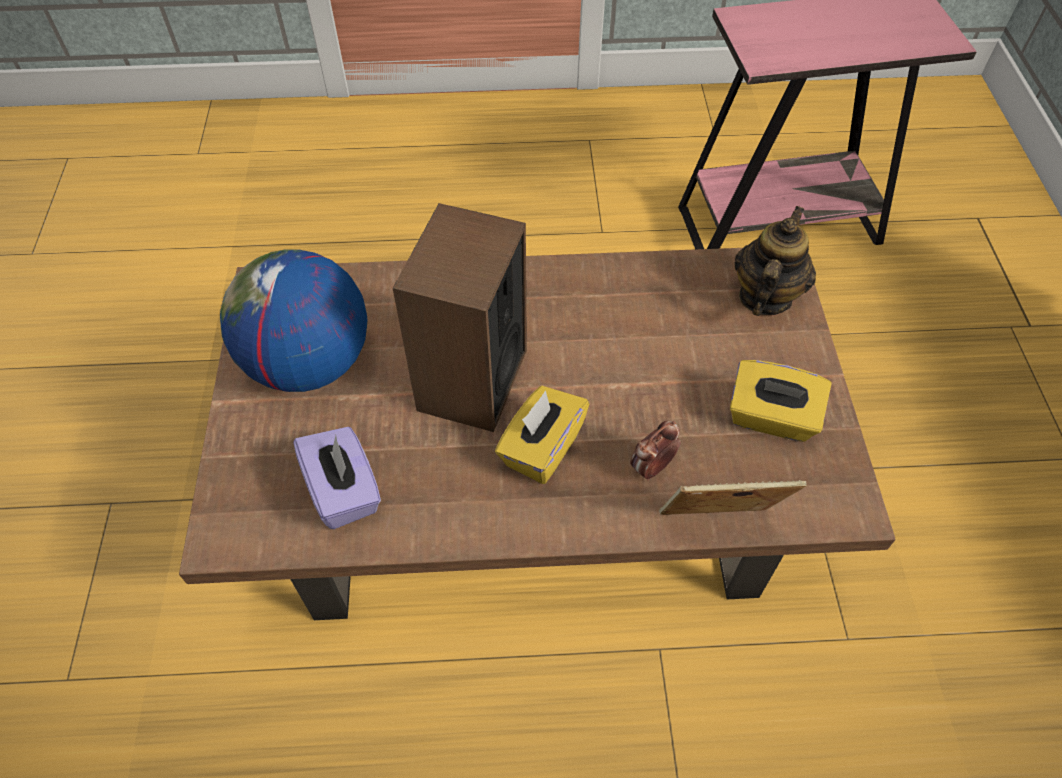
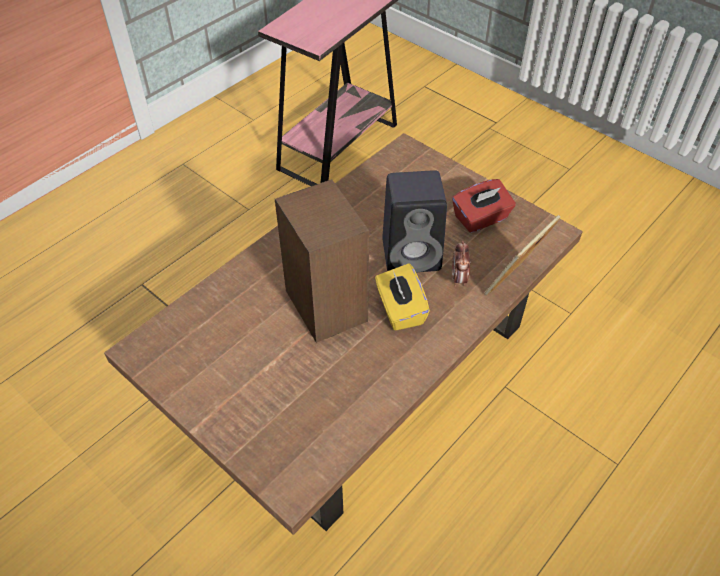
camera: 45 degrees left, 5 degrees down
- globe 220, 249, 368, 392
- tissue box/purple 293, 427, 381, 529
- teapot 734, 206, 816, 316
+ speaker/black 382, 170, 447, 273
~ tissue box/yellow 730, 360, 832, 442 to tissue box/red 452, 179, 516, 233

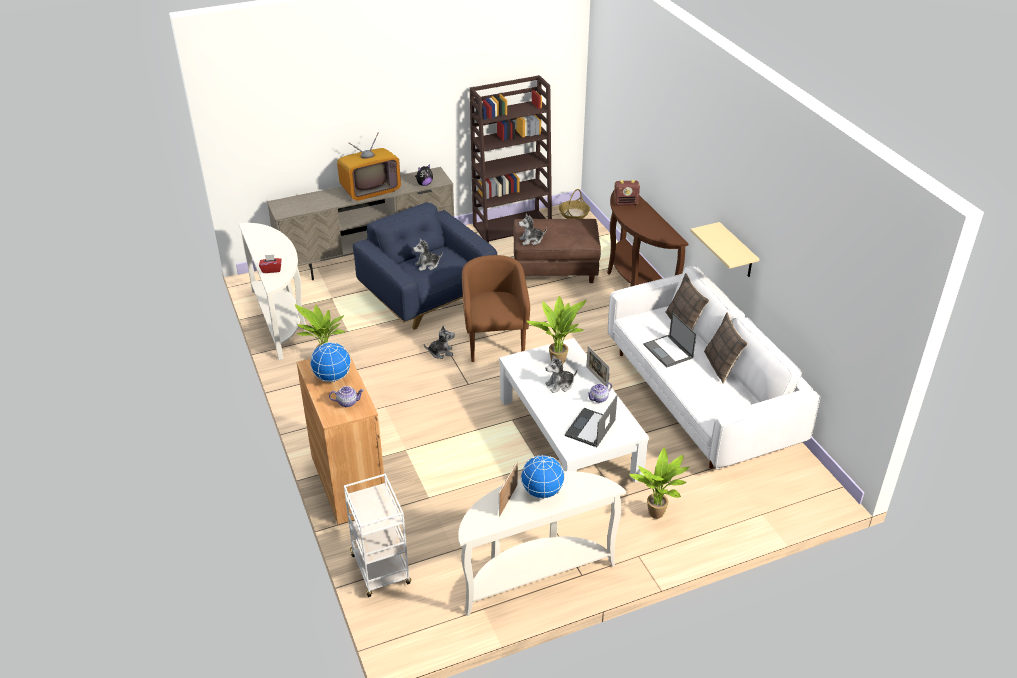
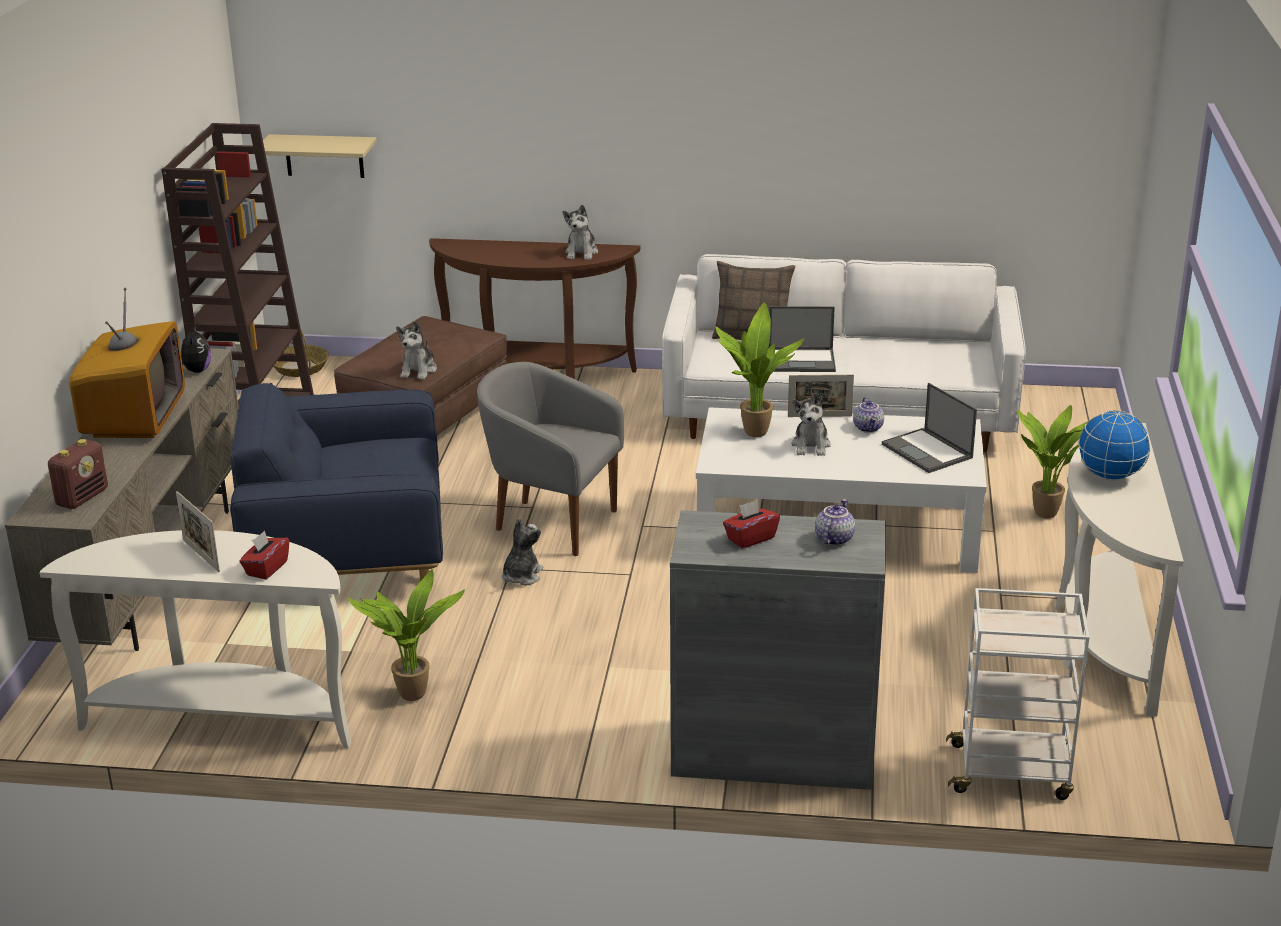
camera: 60 degrees left, 10 degrees down
- pillow 704, 312, 748, 384
~ plush toy 413, 238, 443, 271 to 562, 204, 598, 260
~ picture frame 499, 461, 518, 517 to 176, 491, 220, 572
~ radio 614, 180, 640, 205 to 48, 439, 108, 509
~ shelf/beige 690, 222, 759, 277 to 254, 134, 377, 178
~ globe 310, 342, 351, 382 to tissue box/red 723, 500, 780, 548
~ cabinet/brown 297, 350, 385, 524 to cabinet/grey 670, 510, 886, 790
~ armchair/brown 462, 255, 530, 362 to armchair/grey 477, 362, 624, 556

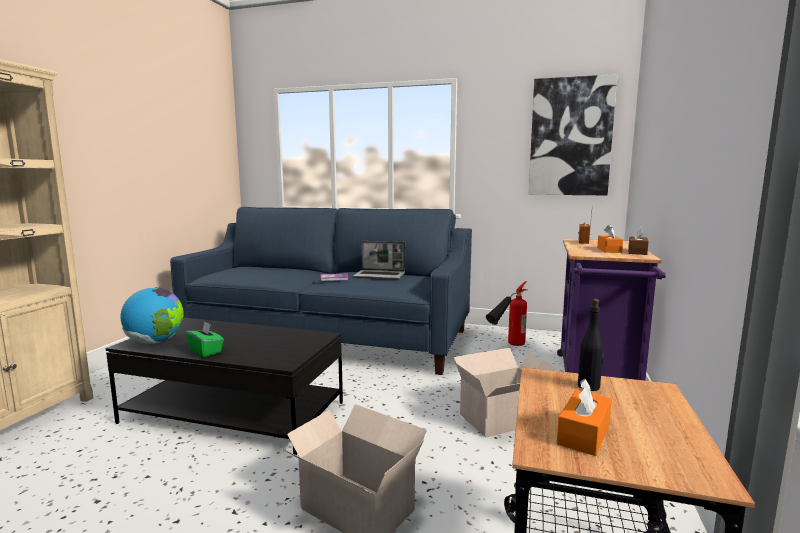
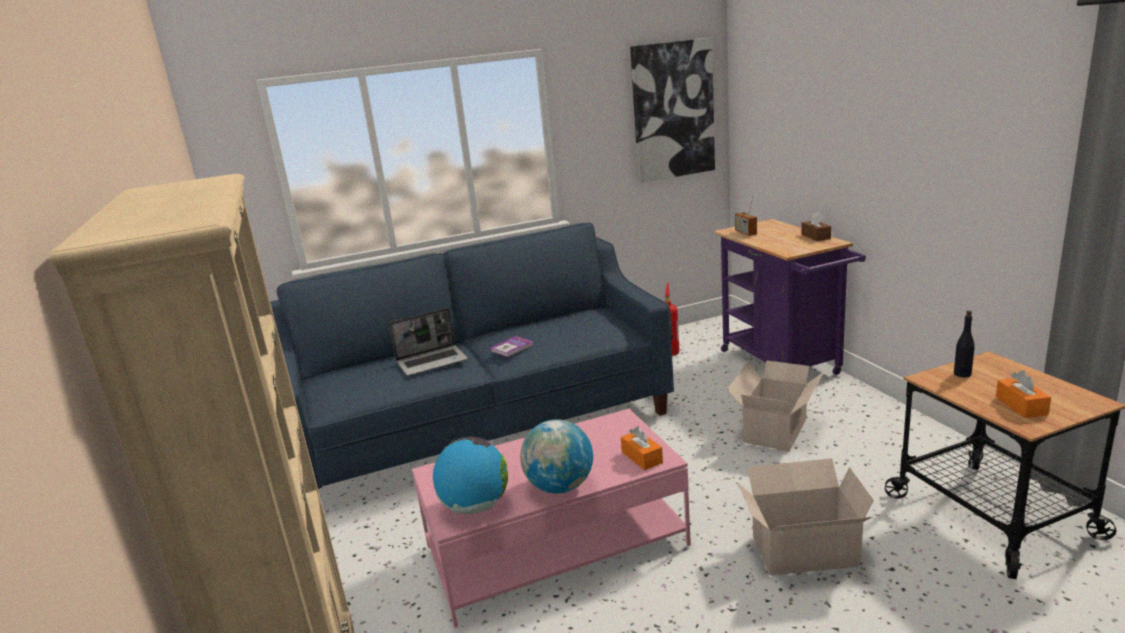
camera: 35 degrees left, 10 degrees up
~ laptop 353, 241, 405, 279 to 389, 308, 468, 376
~ tissue box/orange 597, 225, 623, 253 to 621, 426, 663, 470
~ tissue box/green 185, 322, 224, 357 to globe 520, 419, 593, 494
~ coffee table/black 106, 318, 343, 455 to coffee table/pink 412, 409, 691, 628

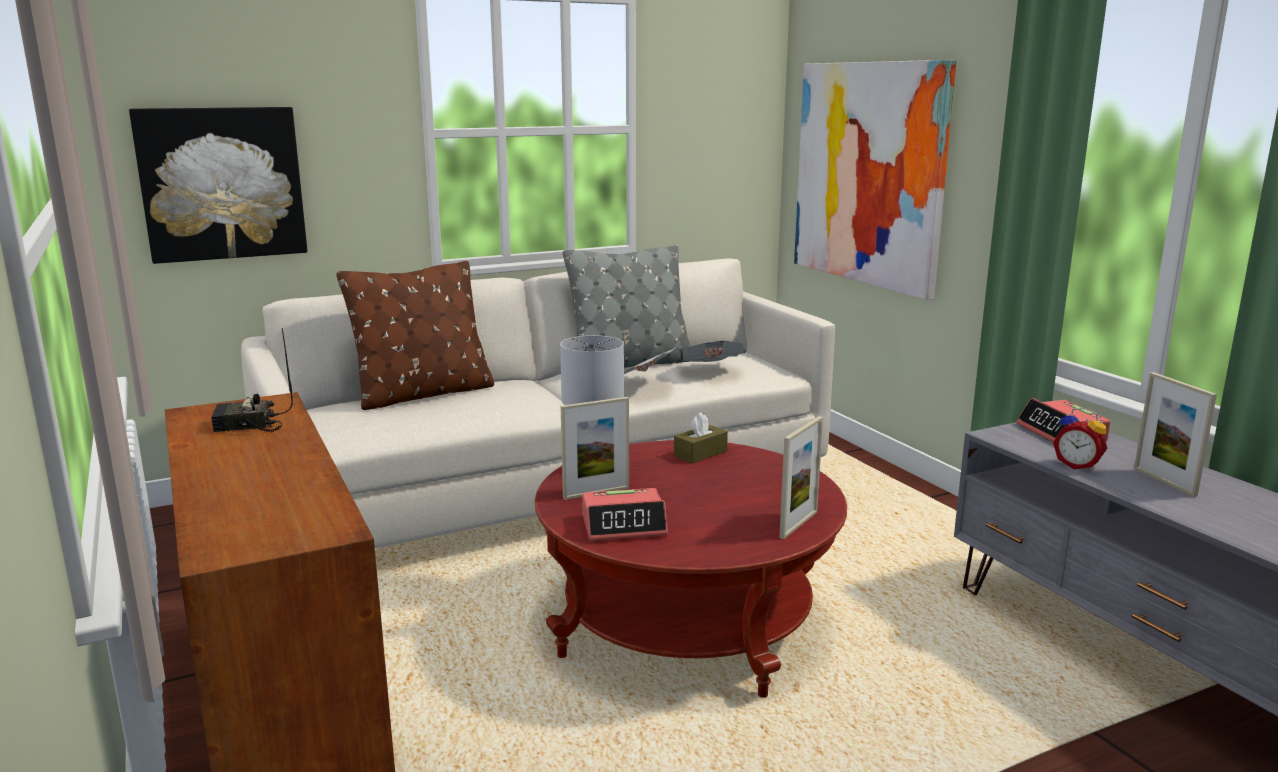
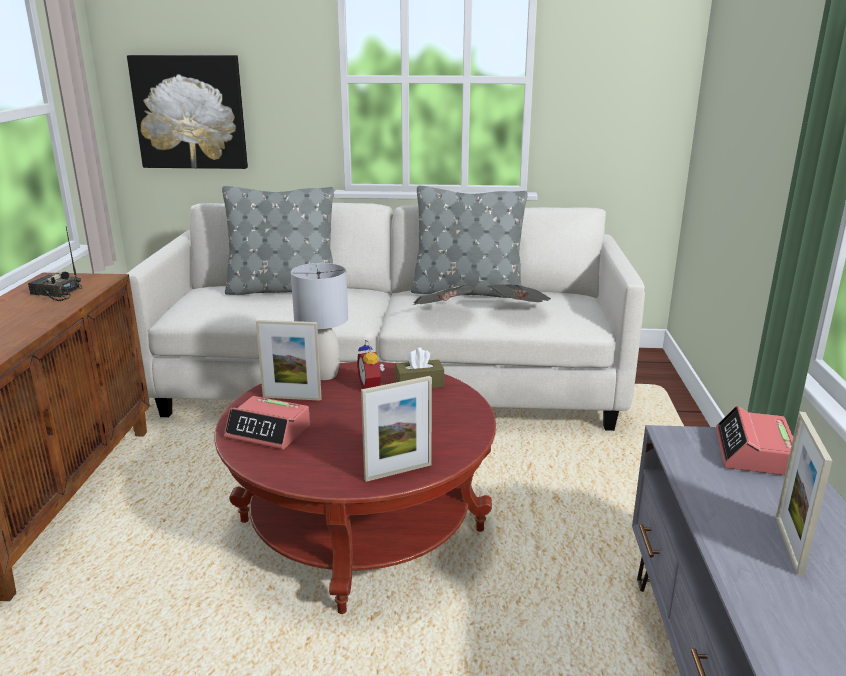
camera: 30 degrees right, 5 degrees up
- picture 794, 60, 957, 300
~ alarm clock 1053, 408, 1107, 471 to 357, 340, 385, 388
~ pillow/brown 337, 261, 494, 410 to pillow/grey 222, 186, 334, 295

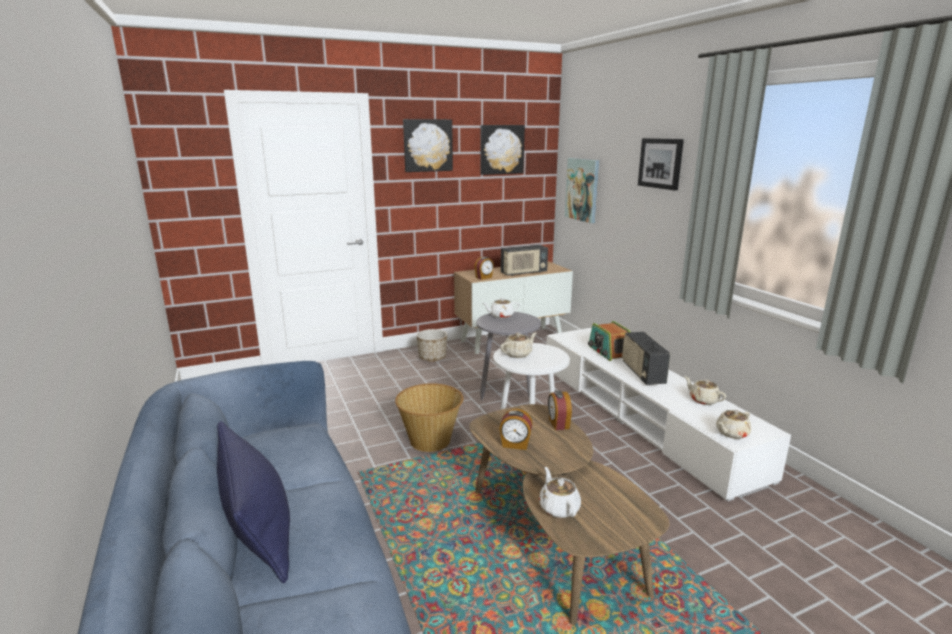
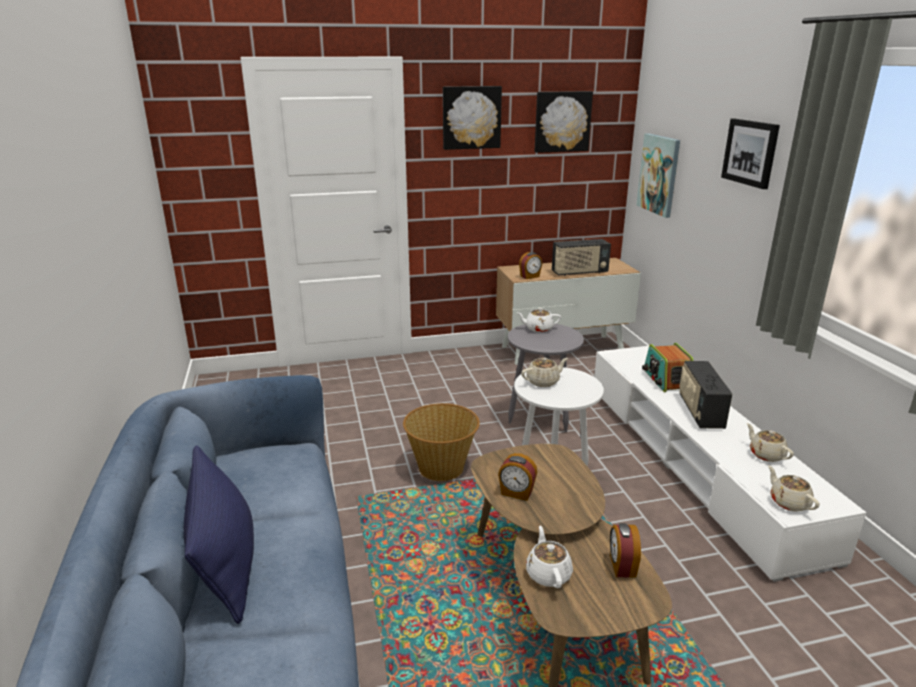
camera: 10 degrees right, 5 degrees up
- planter 417, 329, 447, 362
~ alarm clock 548, 390, 572, 430 to 610, 523, 641, 578
~ teapot/beige 716, 410, 751, 439 = 768, 465, 820, 512 90 degrees clockwise

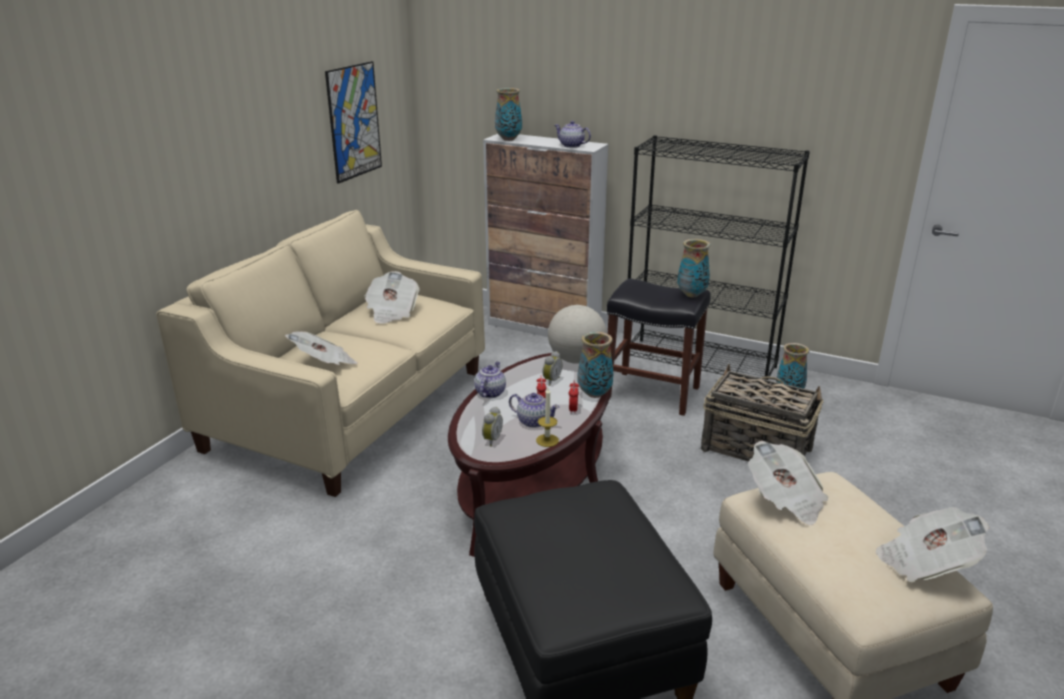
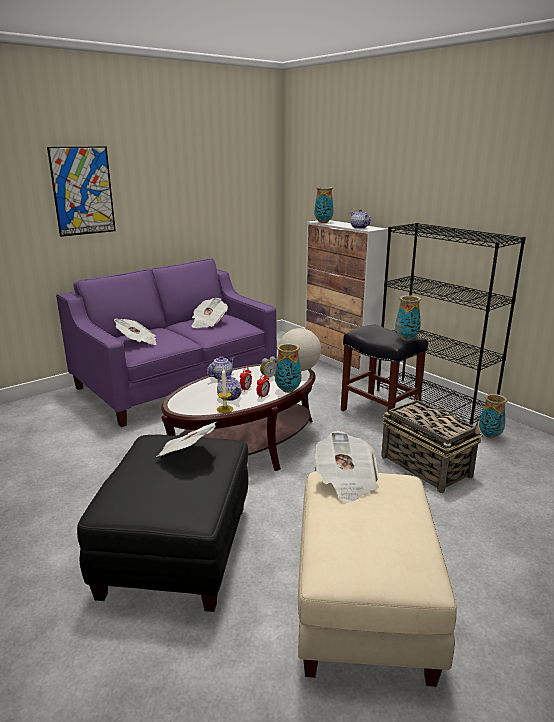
camera: 25 degrees right, 5 degrees down
- alarm clock 482, 407, 503, 446
~ picture 325, 61, 382, 184 to 47, 146, 116, 237
~ newspaper 876, 507, 990, 582 to 156, 422, 216, 457
~ sofa/beige 156, 210, 485, 497 to sofa/purple 56, 258, 277, 427

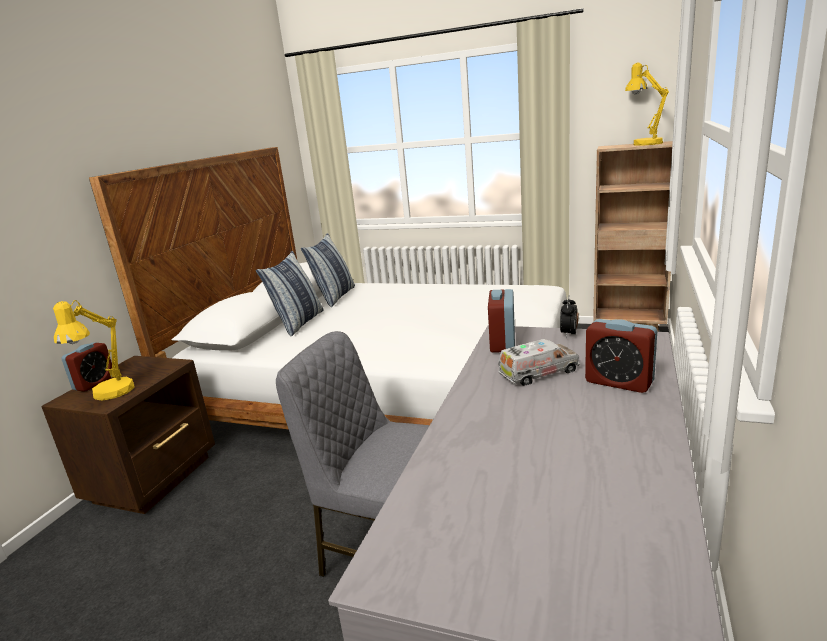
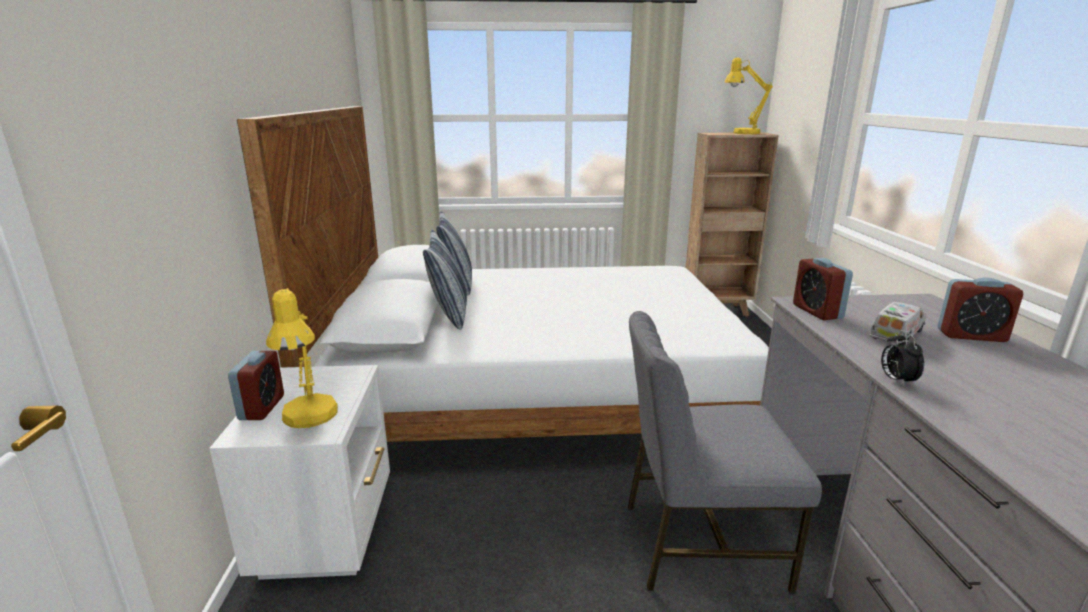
camera: 25 degrees left, 0 degrees up
~ alarm clock 560, 295, 577, 338 to 881, 330, 924, 387
~ nightstand/brown 41, 356, 215, 514 to nightstand/white 209, 365, 390, 580

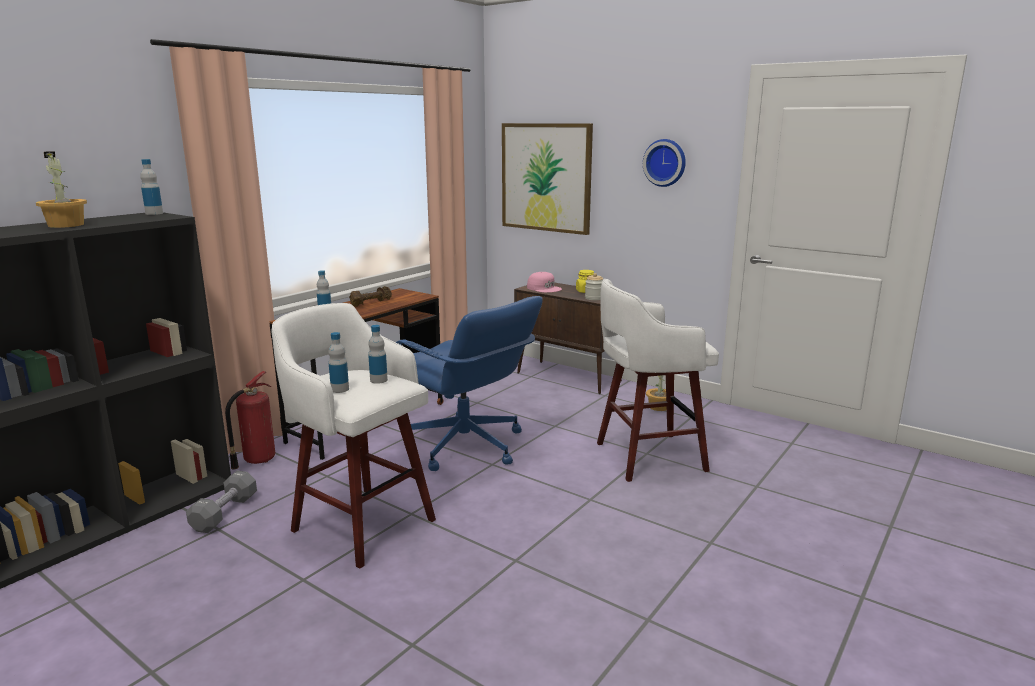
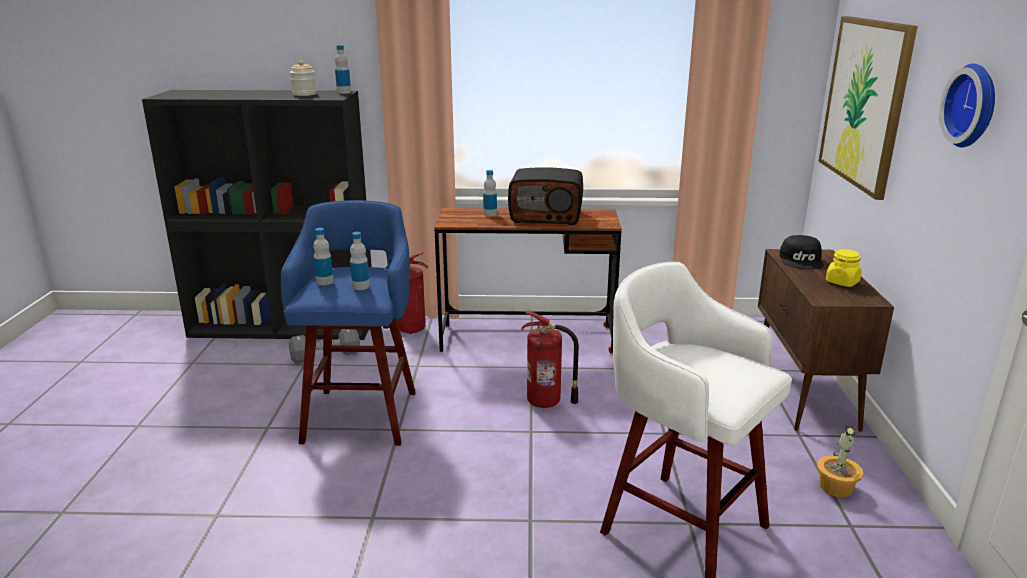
camera: 55 degrees right, 5 degrees up
- potted plant 36, 151, 87, 228
~ jar 585, 273, 603, 300 to 290, 61, 316, 96
~ dumbbell/brown 349, 286, 392, 307 to radio 508, 167, 583, 225
~ office chair/blue 396, 296, 543, 471 to fire extinguisher 521, 310, 579, 408
~ stool/white 271, 303, 436, 568 to stool/blue 281, 200, 416, 446
~ cap/pink 527, 272, 562, 293 to cap/black 779, 235, 824, 269

